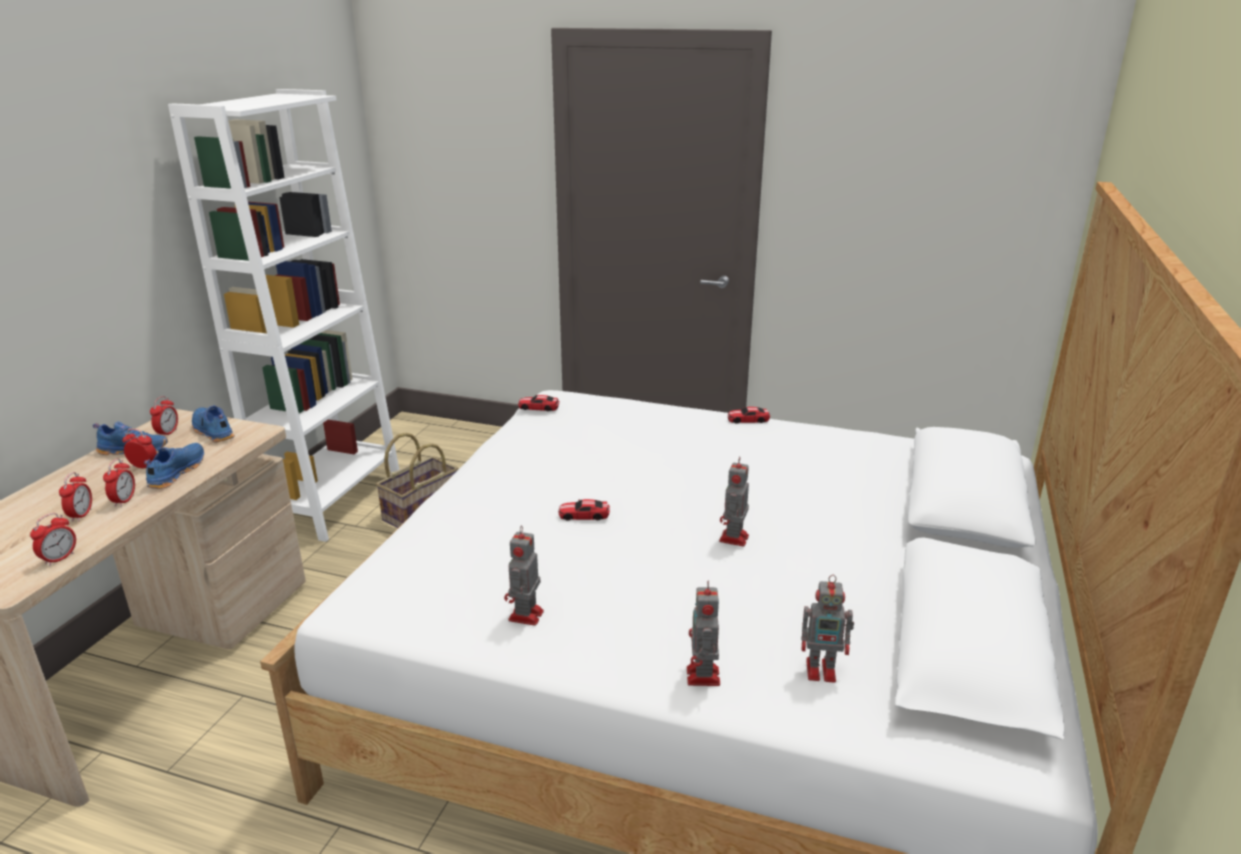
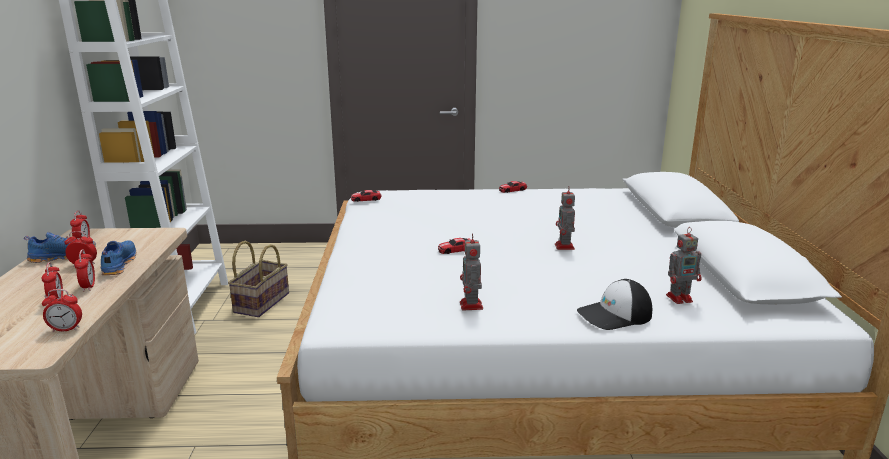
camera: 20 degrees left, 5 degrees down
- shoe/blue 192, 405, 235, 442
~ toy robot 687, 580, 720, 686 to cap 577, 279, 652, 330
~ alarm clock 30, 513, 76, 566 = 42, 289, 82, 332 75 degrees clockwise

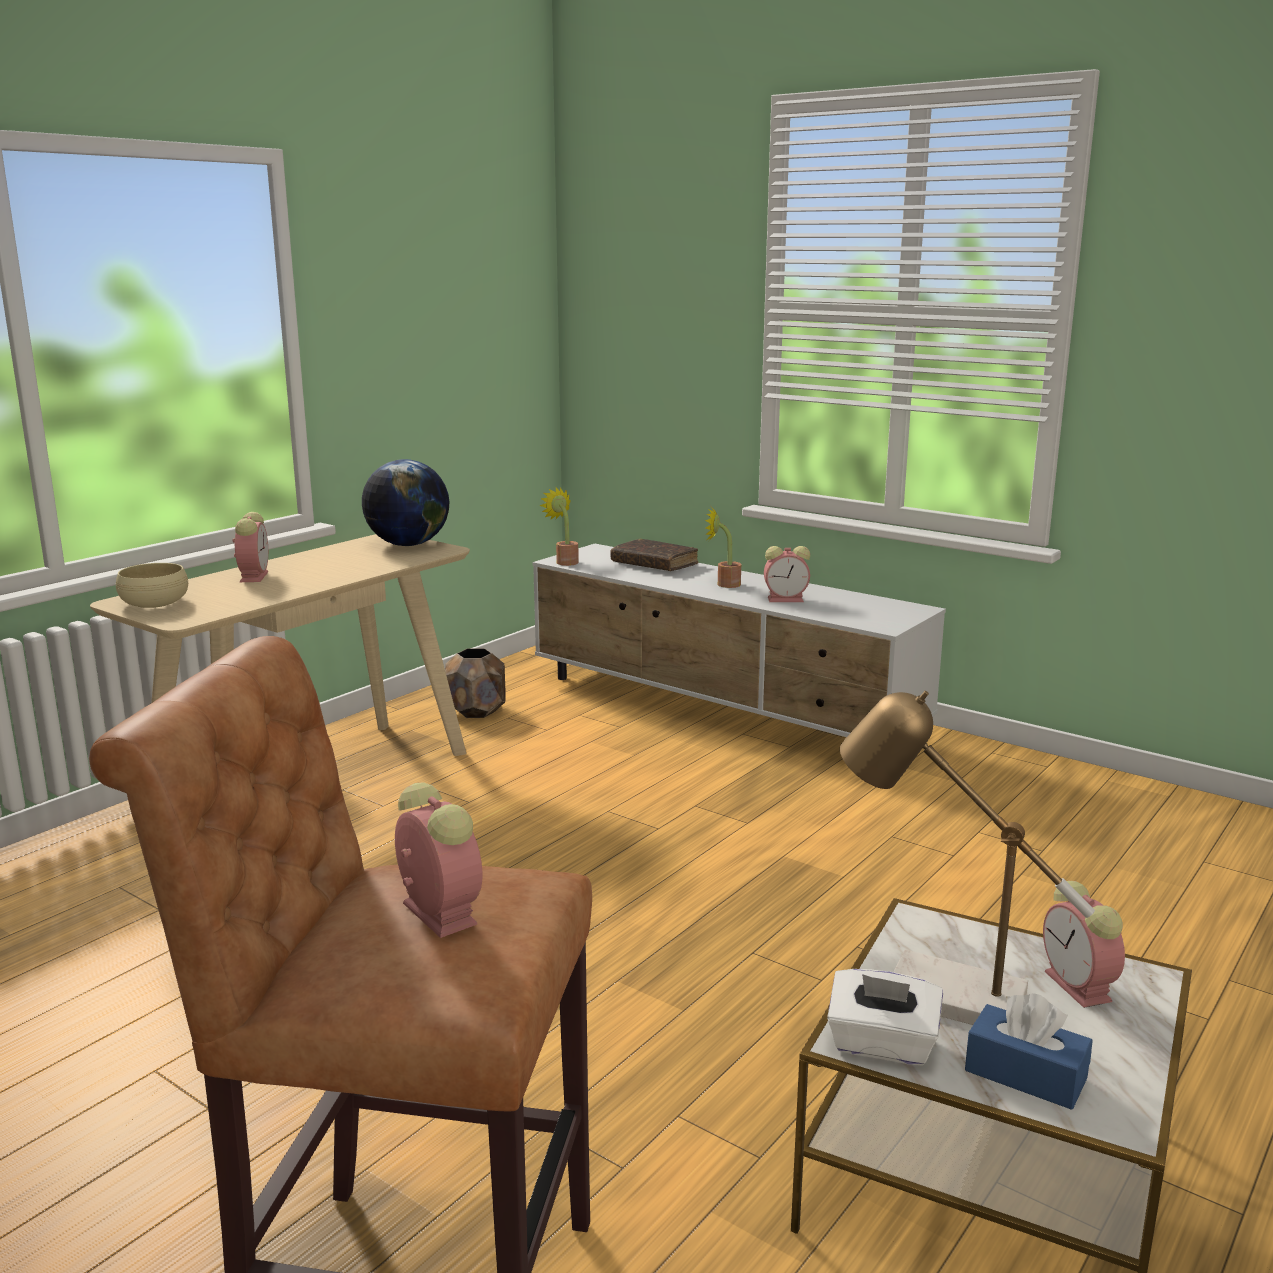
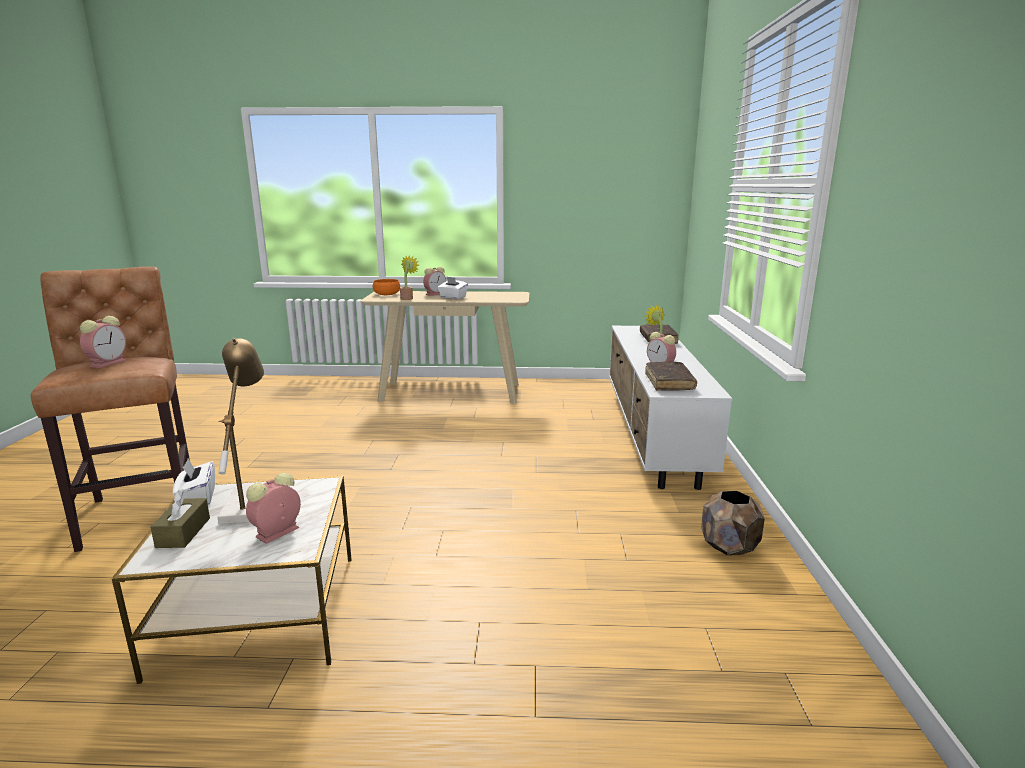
camera: 55 degrees right, 0 degrees up
- globe 362, 459, 449, 546
+ tissue box/white 438, 276, 468, 299
+ book/brown 645, 362, 697, 391
~ planter/brown 445, 648, 505, 718 to 701, 491, 765, 555
~ potted plant 539, 487, 579, 566 to 400, 255, 419, 300
~ bowl/beige 116, 563, 188, 608 to bowl/orange 373, 279, 400, 295
~ tissue box/blue 965, 993, 1093, 1110 to tissue box/brown 150, 489, 210, 548

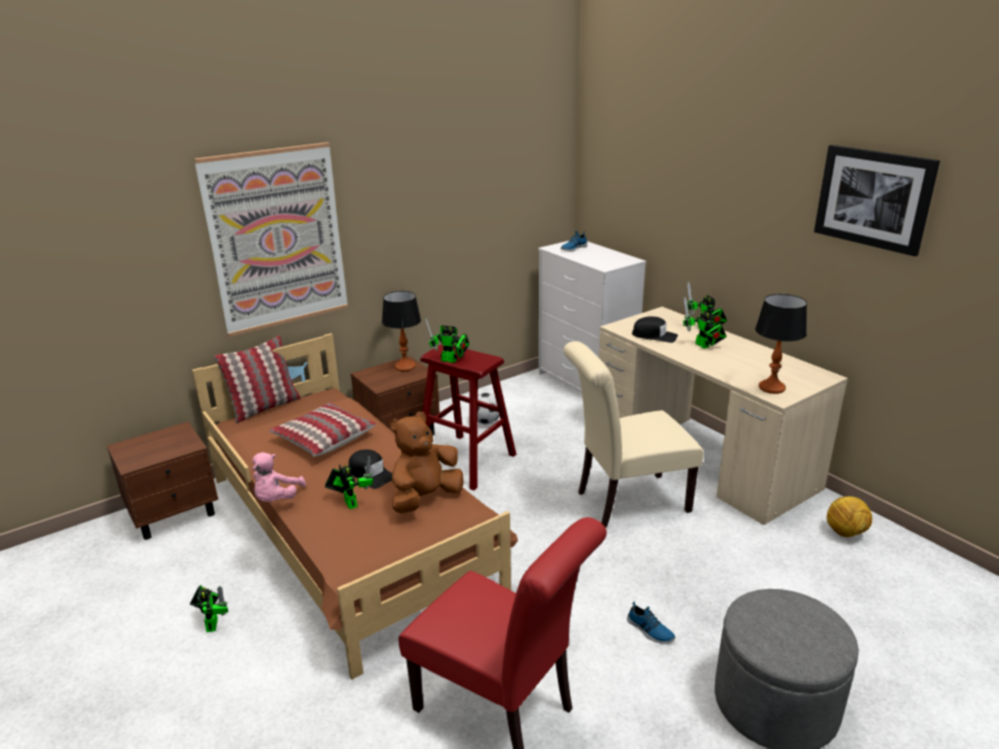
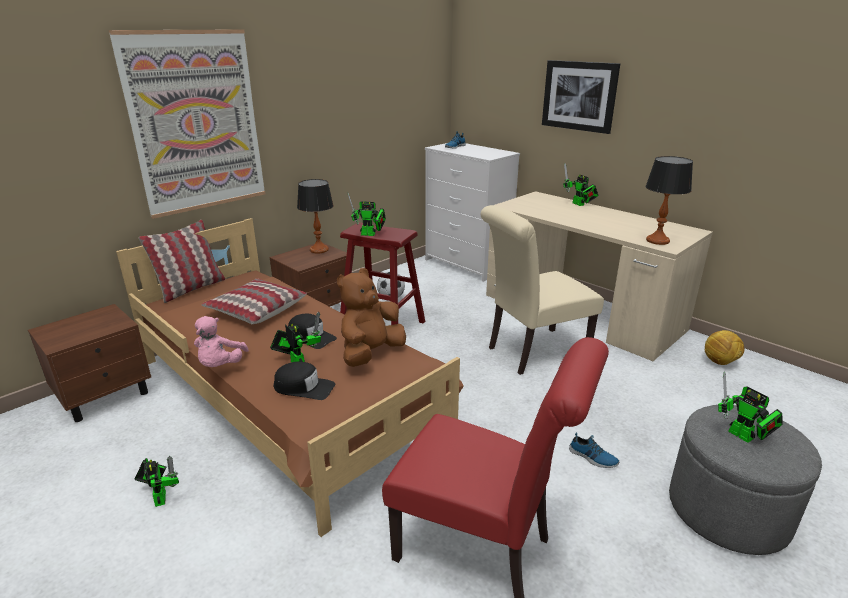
camera: 10 degrees left, 0 degrees up
~ cap/black 632, 316, 678, 343 to 273, 361, 335, 400
~ toy robot 683, 297, 727, 349 to 718, 372, 782, 443
~ picture 814, 145, 940, 256 to 542, 60, 620, 134

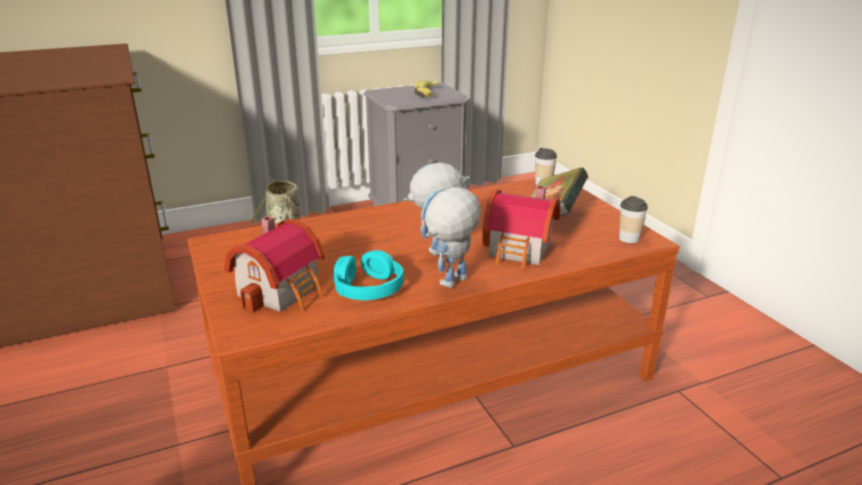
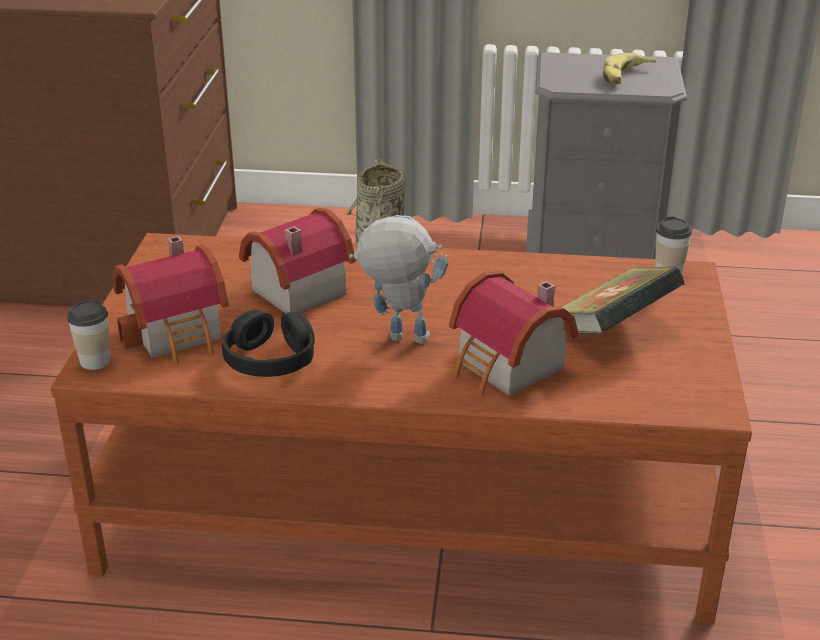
camera: 30 degrees right, 5 degrees up
- toy robot 421, 187, 481, 288
+ toy house 239, 208, 356, 313
~ cup 619, 196, 648, 243 to 67, 300, 110, 370
~ headphones/turquoise 333, 250, 404, 300 to headphones/black 222, 310, 314, 377

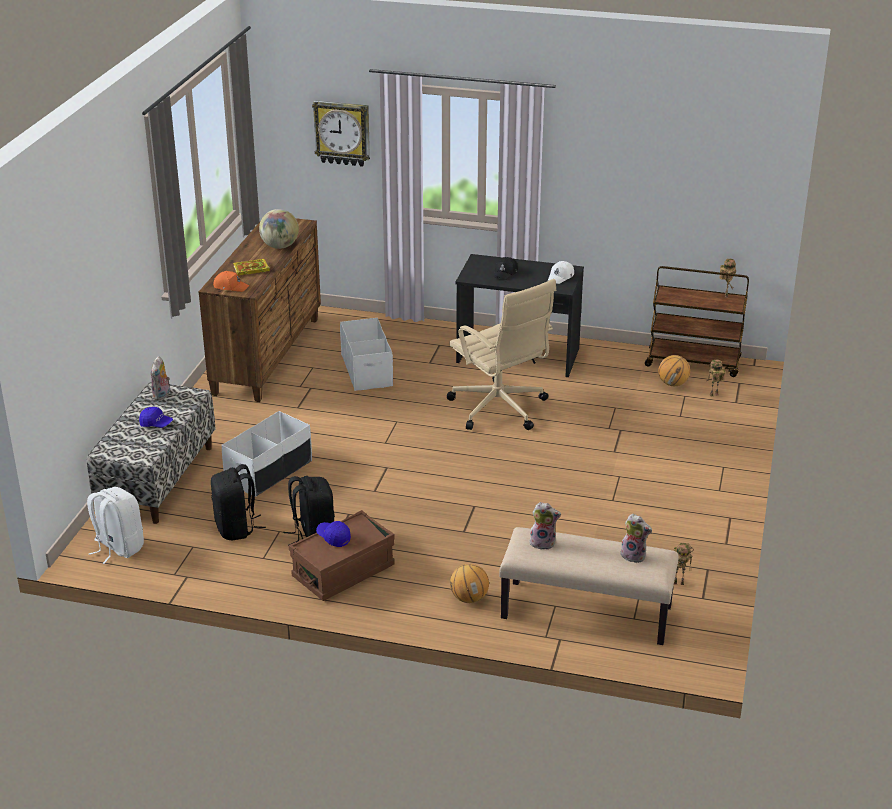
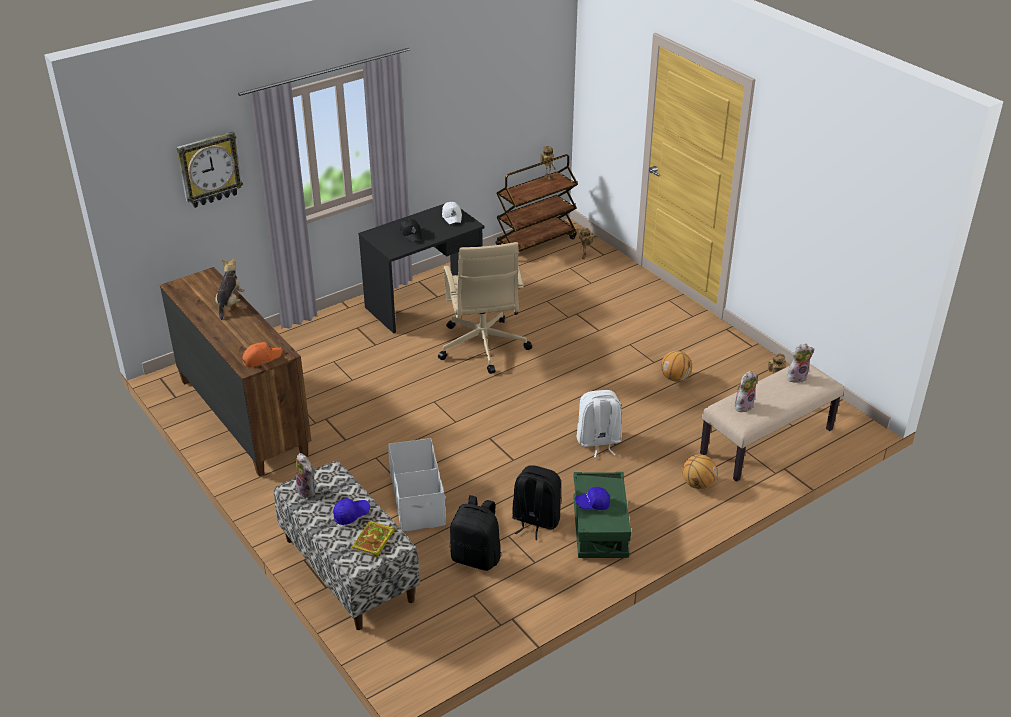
camera: 50 degrees left, 5 degrees up
- storage box/white 340, 318, 393, 391
~ backpack/white 87, 487, 144, 564 to 576, 390, 622, 458
~ book 233, 259, 270, 276 to 352, 521, 396, 557
~ basketball 658, 355, 690, 386 to 661, 351, 692, 382
~ globe 259, 209, 299, 249 to plush toy 215, 258, 245, 320
~ storage box/brown 289, 510, 395, 601 to storage box/green 573, 472, 631, 558
~ office chair/beige 447, 279, 556, 430 = 438, 242, 532, 374 75 degrees clockwise

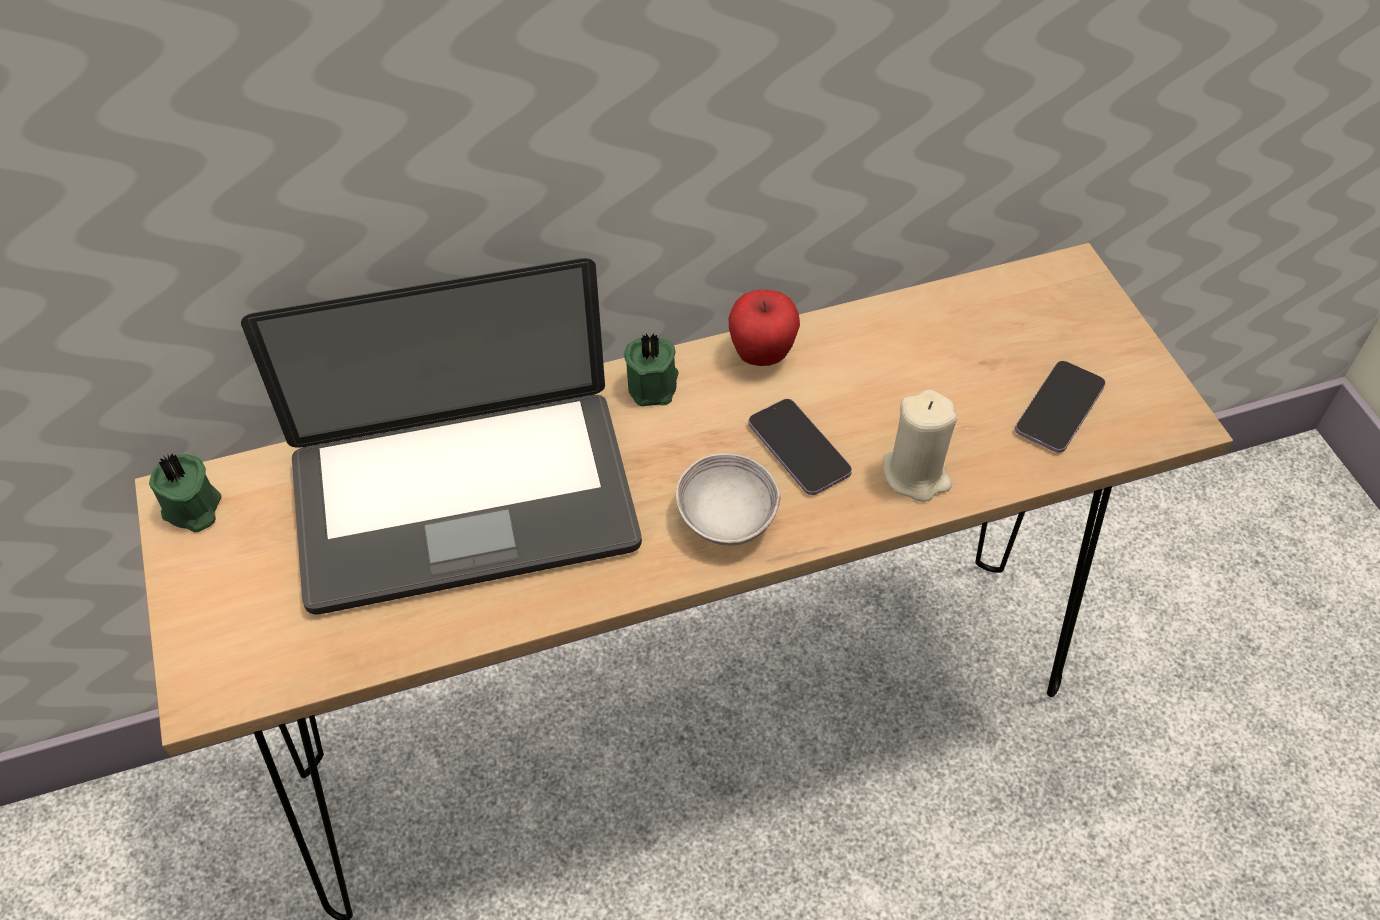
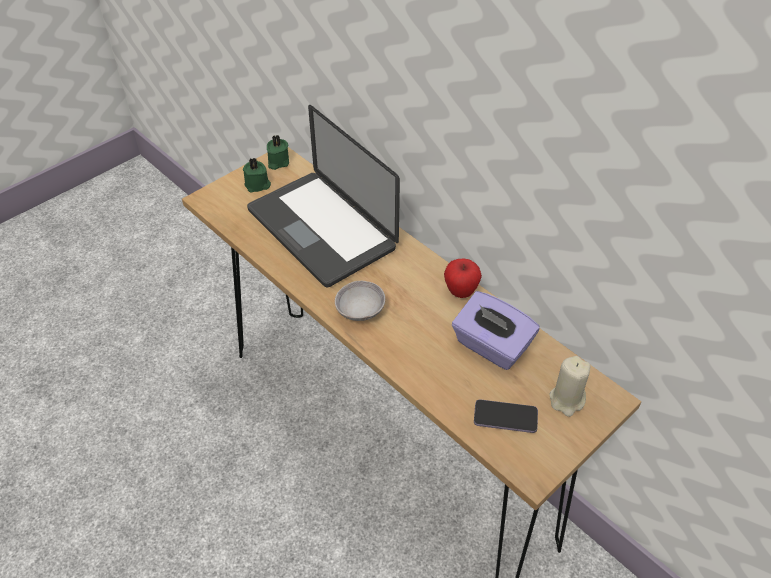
camera: 65 degrees right, 5 degrees down
- phone 748, 399, 852, 495
+ tissue box/purple 452, 291, 540, 370
~ candle/green 624, 333, 679, 406 to 243, 157, 271, 192
~ candle/beige 883, 390, 957, 502 to 549, 356, 590, 417

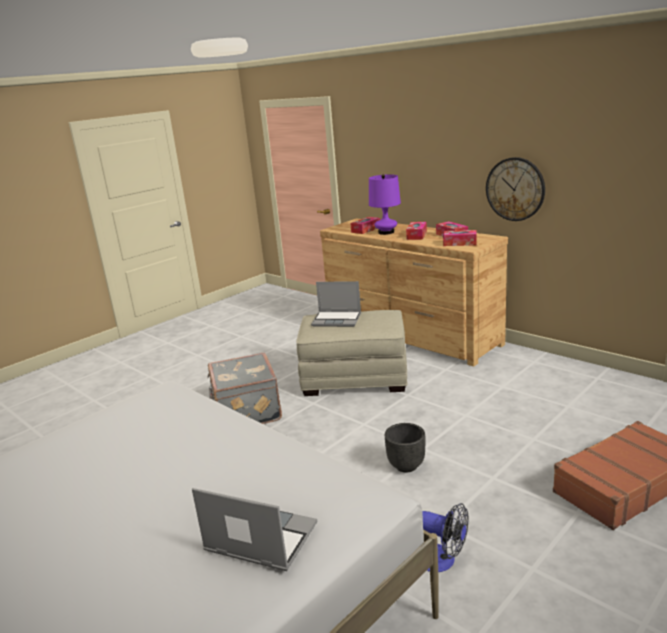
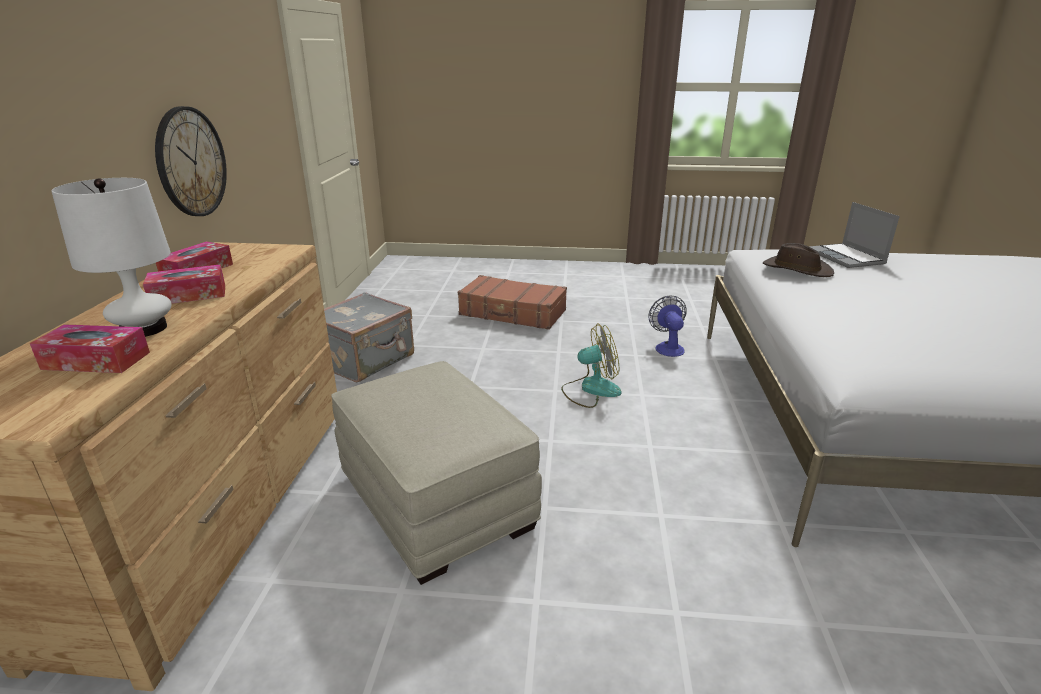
camera: 130 degrees left, 5 degrees up
- laptop 311, 281, 361, 327
- tissue box 443, 230, 477, 246
+ hat/brown 763, 243, 834, 277
~ suitcase/grey 207, 353, 282, 424 to 324, 292, 414, 383
~ planter/black 385, 423, 425, 472 to fan 561, 324, 622, 408
~ table lamp/purple 369, 174, 401, 235 to table lamp/white 51, 178, 171, 337

